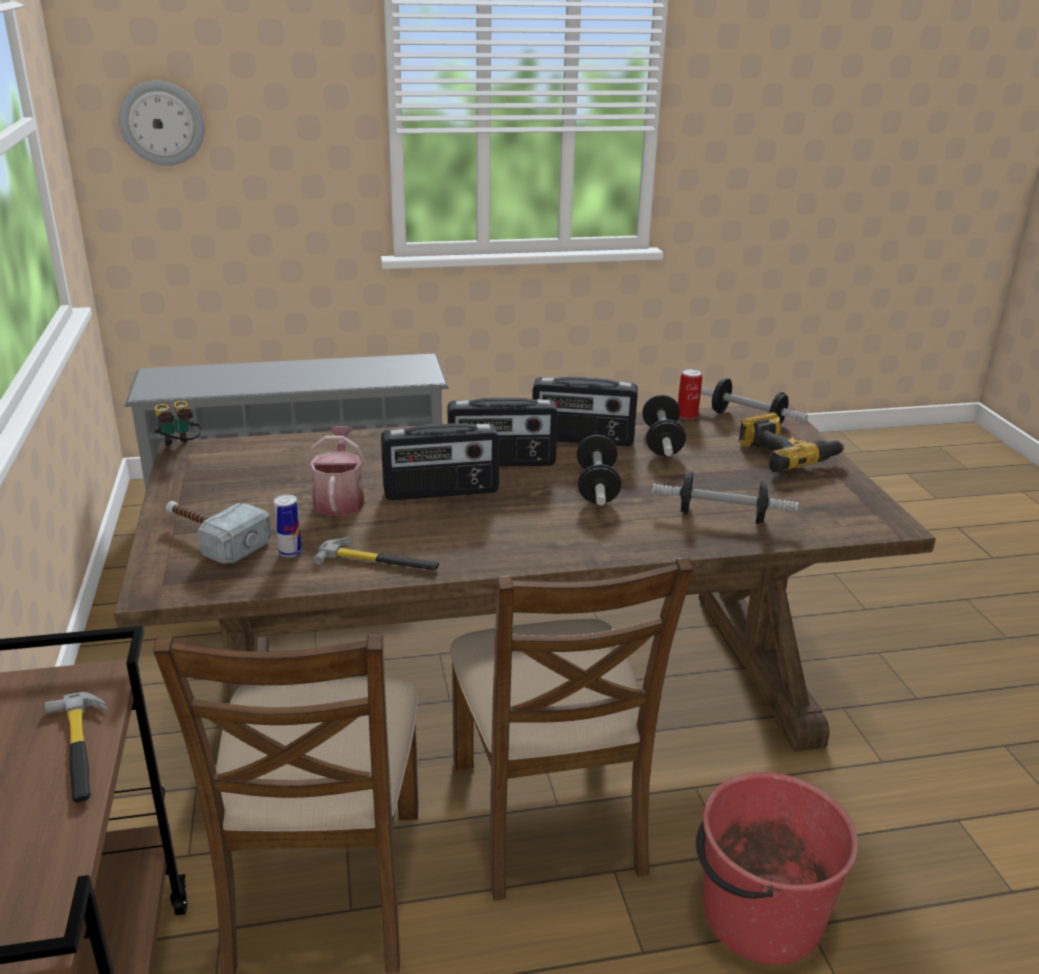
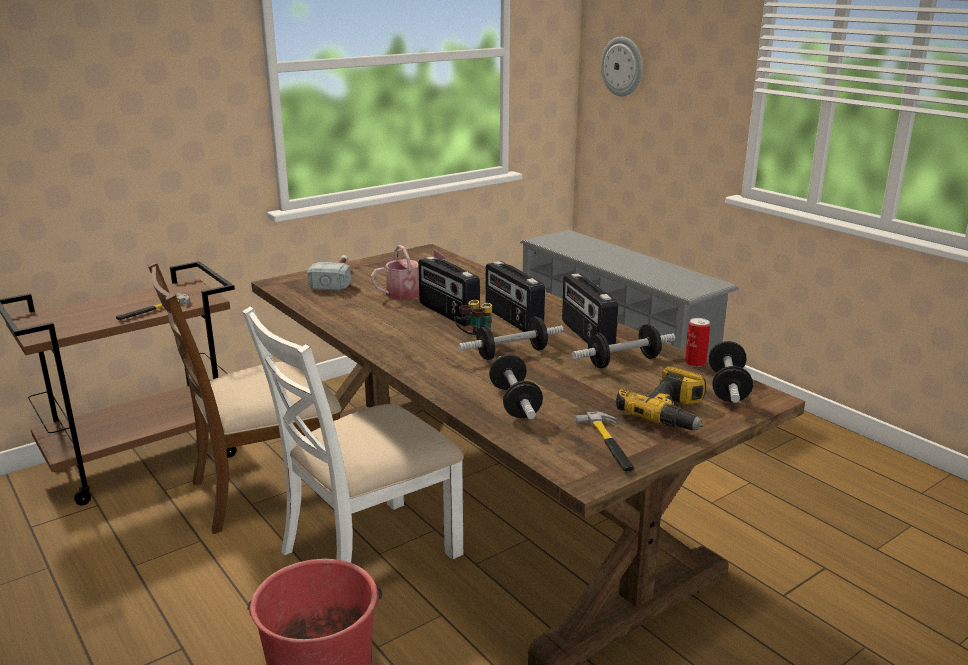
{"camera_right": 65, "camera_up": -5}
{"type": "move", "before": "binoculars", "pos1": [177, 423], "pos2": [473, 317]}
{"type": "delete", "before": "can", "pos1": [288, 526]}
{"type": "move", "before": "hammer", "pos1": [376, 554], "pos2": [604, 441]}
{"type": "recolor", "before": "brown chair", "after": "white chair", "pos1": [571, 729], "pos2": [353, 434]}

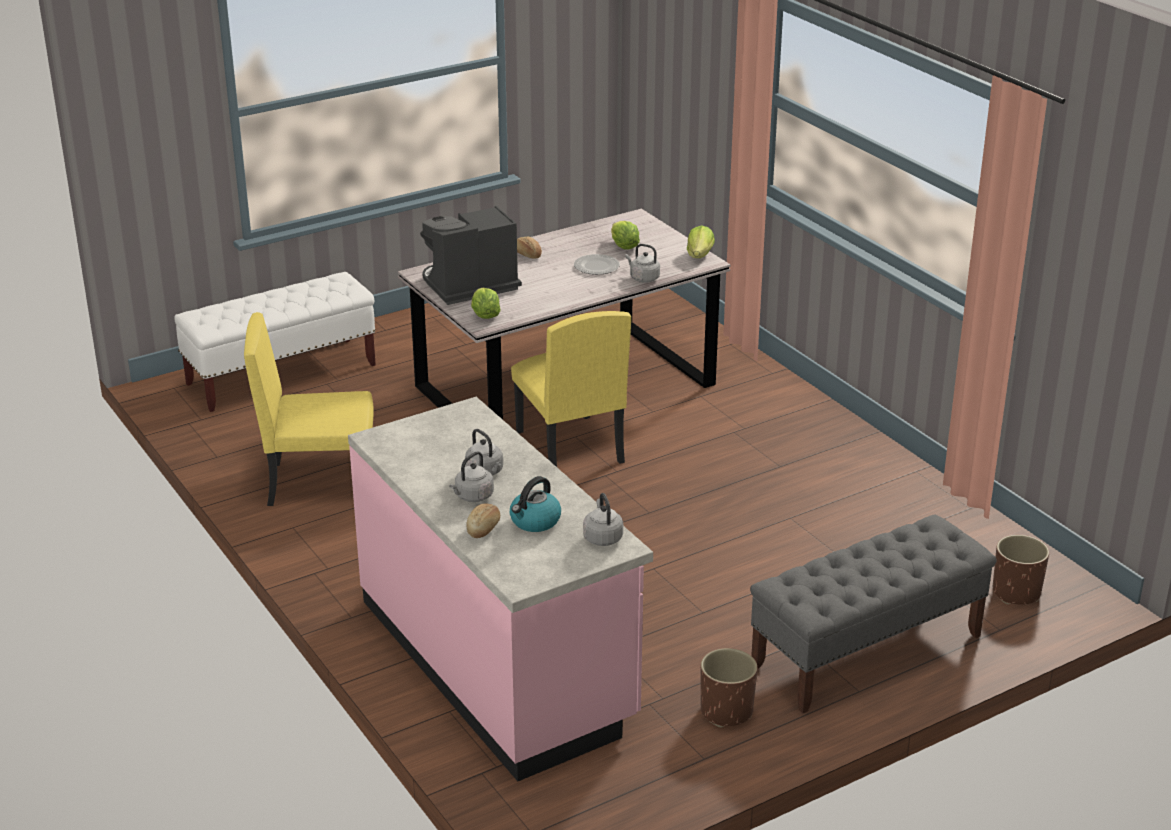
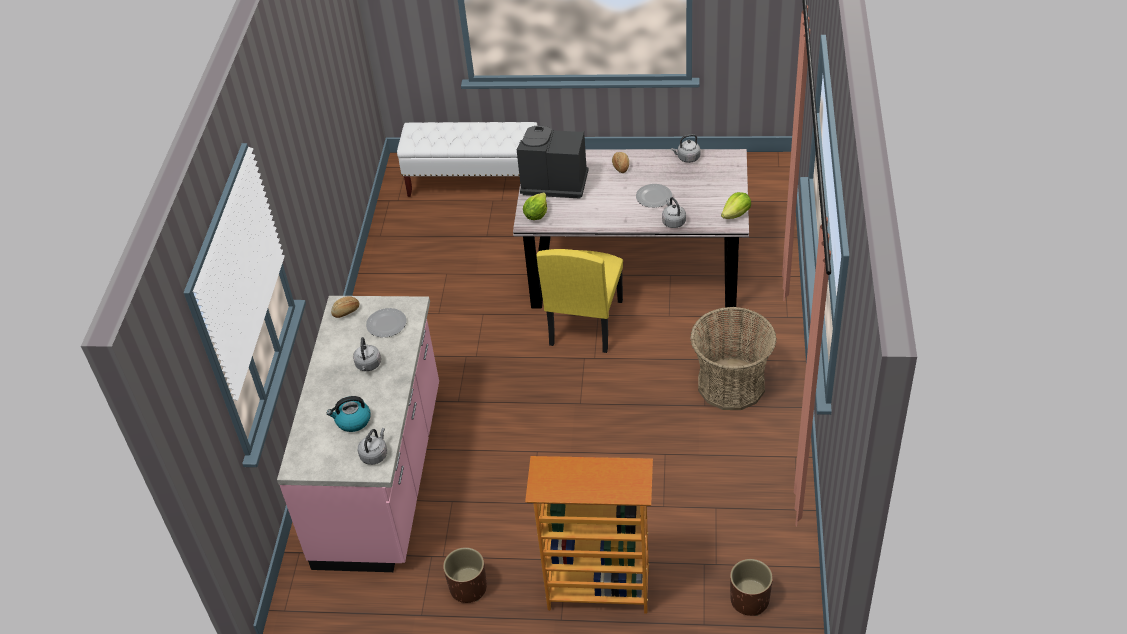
{"camera_right": 40, "camera_up": 15}
{"type": "delete", "before": "lettuce", "pos1": [625, 235]}
{"type": "delete", "before": "yellow chair", "pos1": [308, 409]}
{"type": "move", "before": "grey kettle", "pos1": [471, 476], "pos2": [686, 148]}
{"type": "move", "before": "bread", "pos1": [483, 520], "pos2": [345, 307]}
{"type": "replace", "before": "grey bench", "after": "bookcase", "pos1": [873, 613], "pos2": [589, 535]}
{"type": "insert", "after": "basket", "pos2": [733, 358]}
{"type": "insert", "after": "plate", "pos2": [386, 322]}

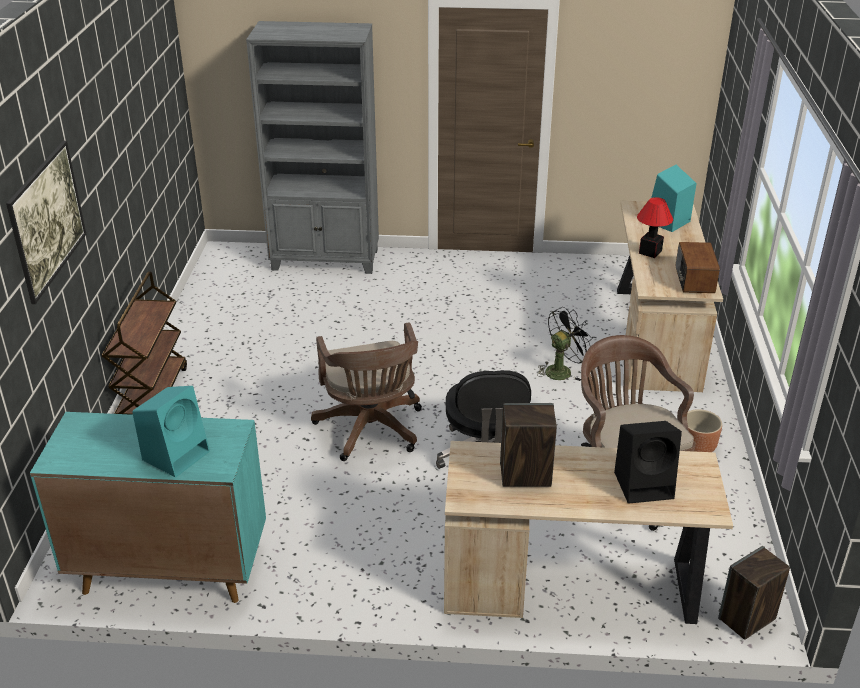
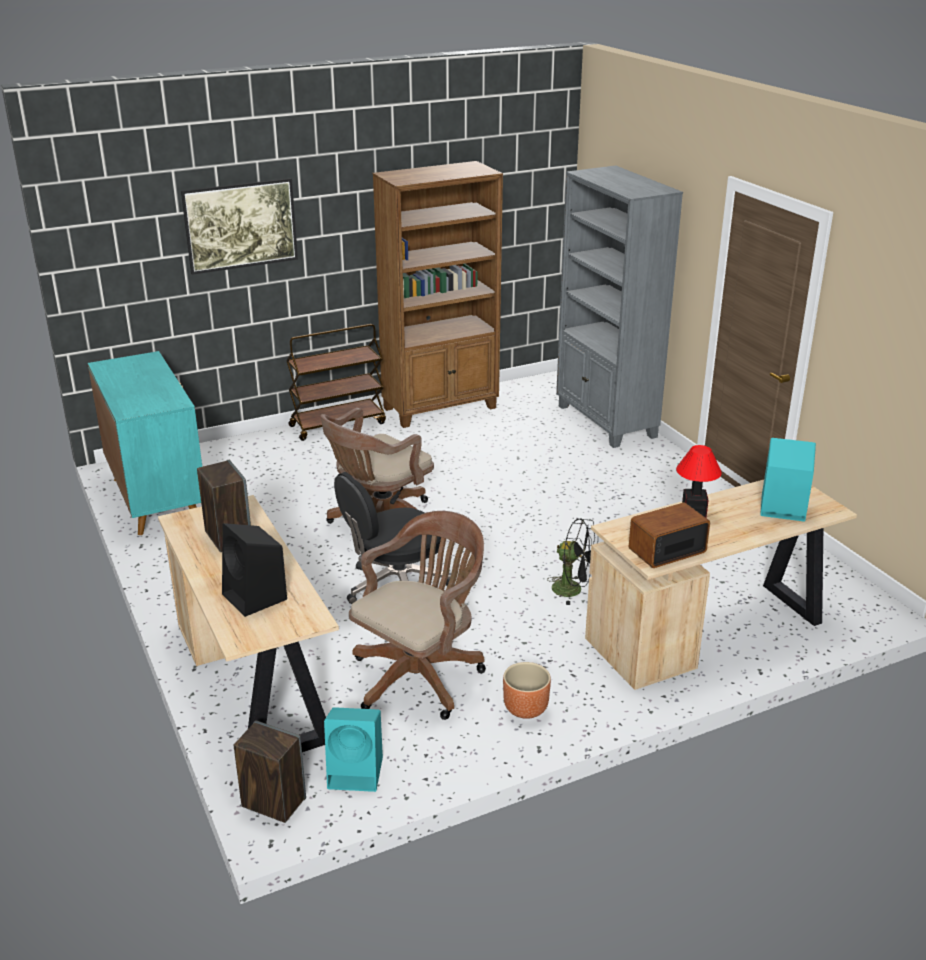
{"camera_right": 60, "camera_up": -5}
{"type": "move", "before": "turquoise speaker", "pos1": [171, 431], "pos2": [353, 749]}
{"type": "insert", "after": "brown bookcase", "pos2": [438, 294]}

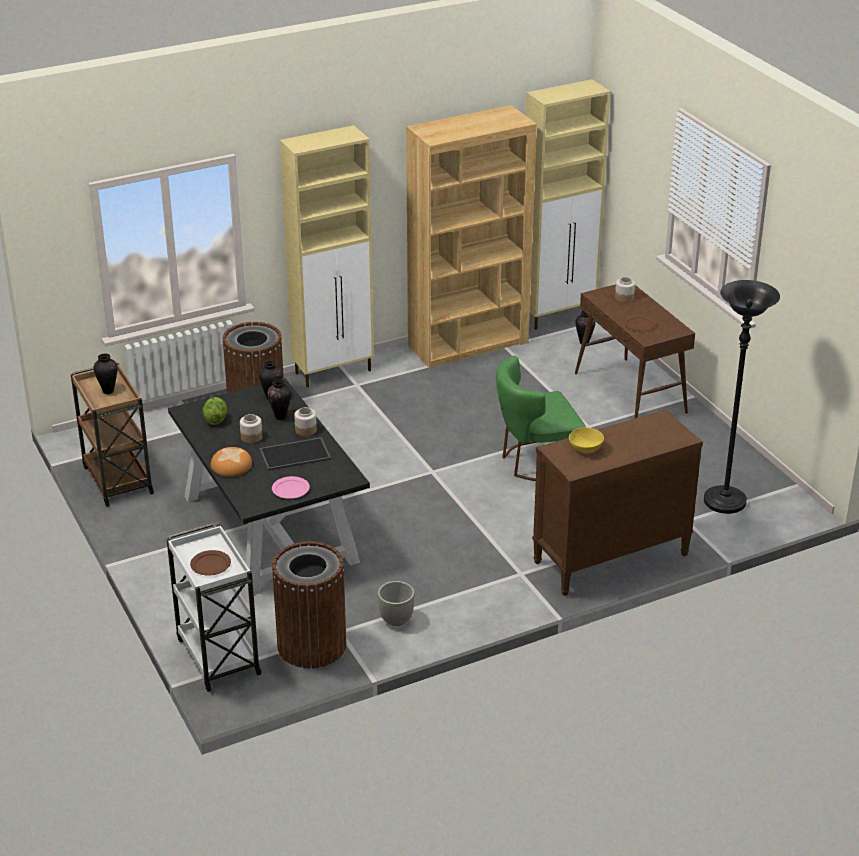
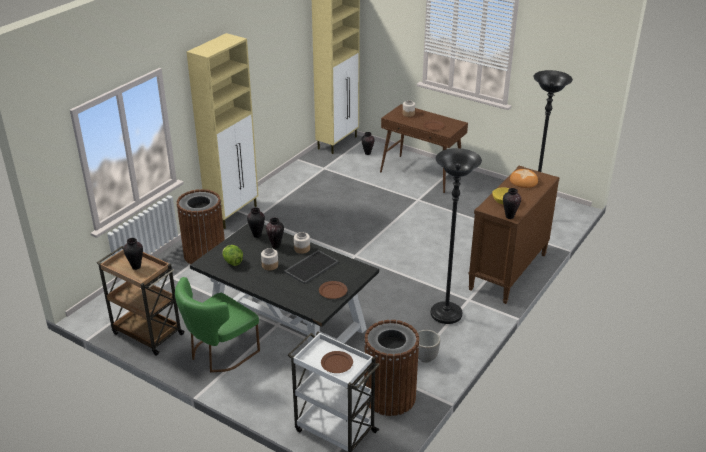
{"camera_right": -30, "camera_up": 0}
{"type": "delete", "before": "brown bookcase", "pos1": [471, 236]}
{"type": "move", "before": "green chair", "pos1": [541, 418], "pos2": [217, 324]}
{"type": "move", "before": "bread", "pos1": [231, 462], "pos2": [524, 178]}
{"type": "recolor", "before": "pink plate", "after": "brown plate", "pos1": [291, 487], "pos2": [333, 290]}
{"type": "insert", "after": "black floor lamp", "pos2": [456, 236]}
{"type": "insert", "after": "vase", "pos2": [512, 203]}

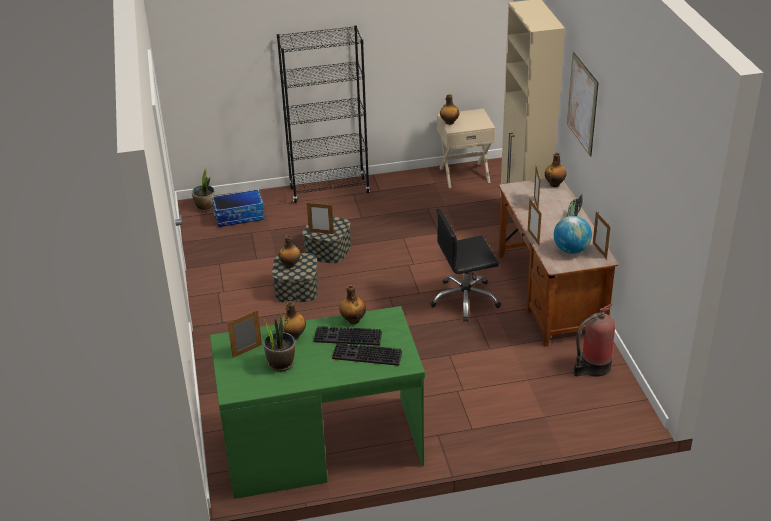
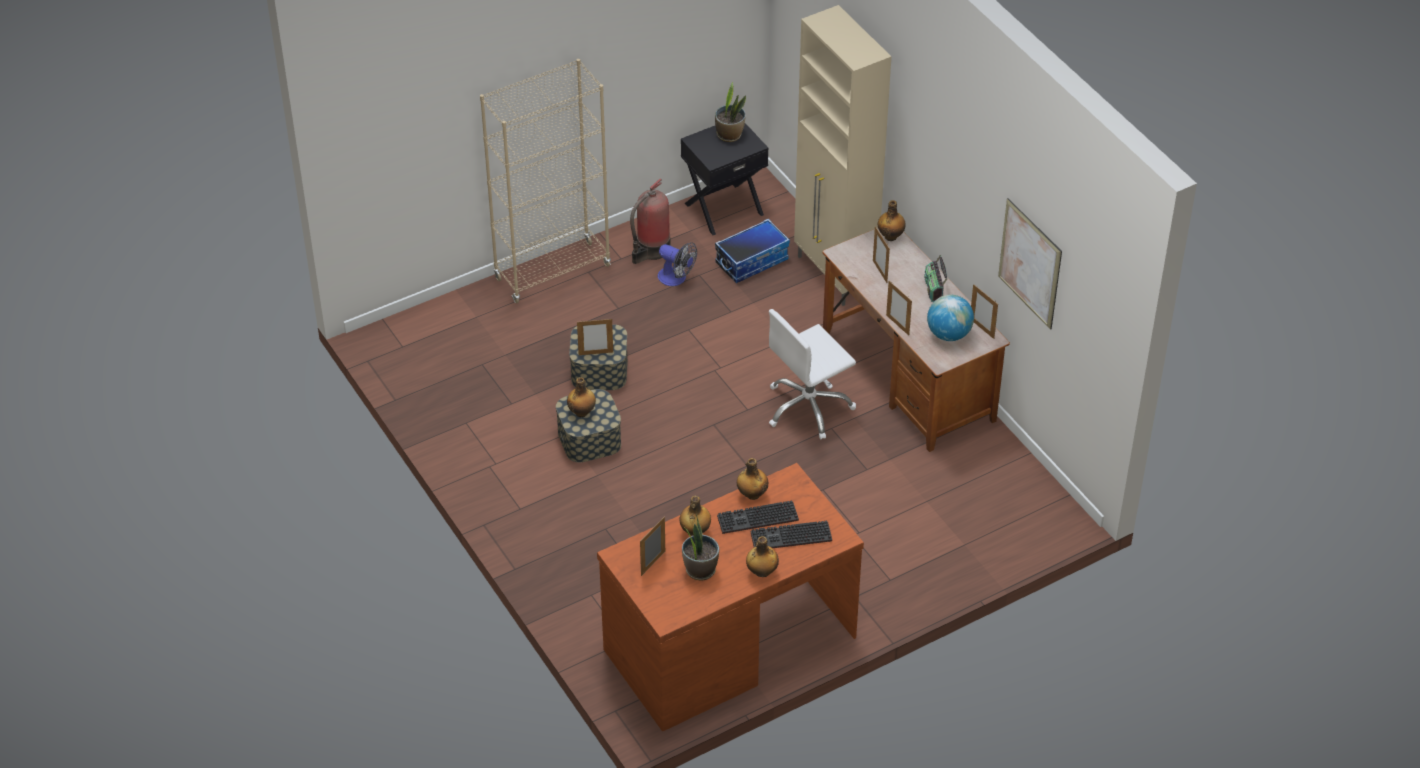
{"camera_right": -20, "camera_up": 10}
{"type": "recolor", "before": "black bookcase", "after": "beige bookcase", "pos1": [323, 114], "pos2": [545, 181]}
{"type": "move", "before": "picture", "pos1": [583, 104], "pos2": [1030, 264]}
{"type": "move", "before": "bottle", "pos1": [450, 109], "pos2": [762, 556]}
{"type": "recolor", "before": "beige nightstand", "after": "black nightstand", "pos1": [466, 148], "pos2": [725, 179]}
{"type": "move", "before": "potted plant", "pos1": [203, 189], "pos2": [730, 112]}
{"type": "move", "before": "storage box", "pos1": [238, 208], "pos2": [752, 251]}
{"type": "recolor", "before": "black office chair", "after": "white office chair", "pos1": [465, 265], "pos2": [812, 374]}
{"type": "move", "before": "fire extinguisher", "pos1": [594, 340], "pos2": [650, 221]}
{"type": "recolor", "before": "green desk", "after": "brown desk", "pos1": [317, 402], "pos2": [730, 597]}
{"type": "insert", "after": "fan", "pos2": [677, 264]}

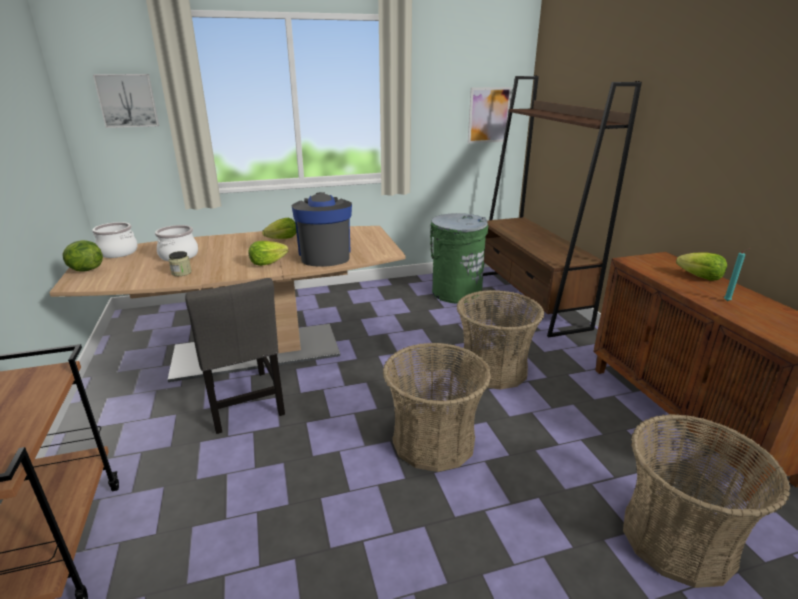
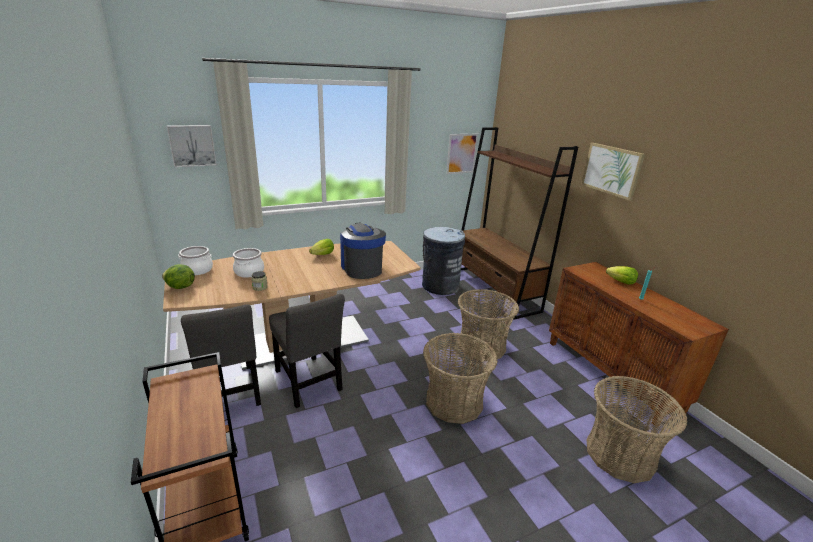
{"camera_right": -10, "camera_up": 0}
{"type": "recolor", "before": "green trash can", "after": "grey trash can", "pos1": [459, 258], "pos2": [443, 261]}
{"type": "delete", "before": "lettuce", "pos1": [268, 253]}
{"type": "insert", "after": "picture", "pos2": [613, 172]}
{"type": "insert", "after": "grey chair", "pos2": [221, 355]}

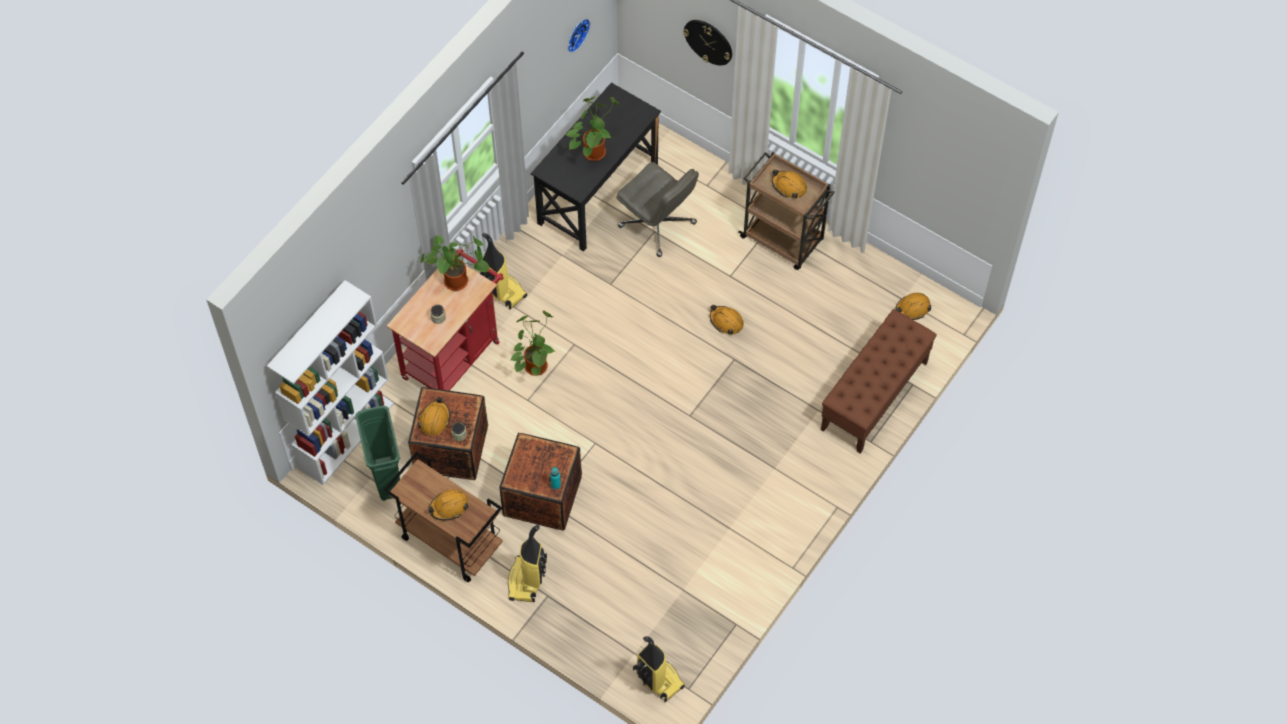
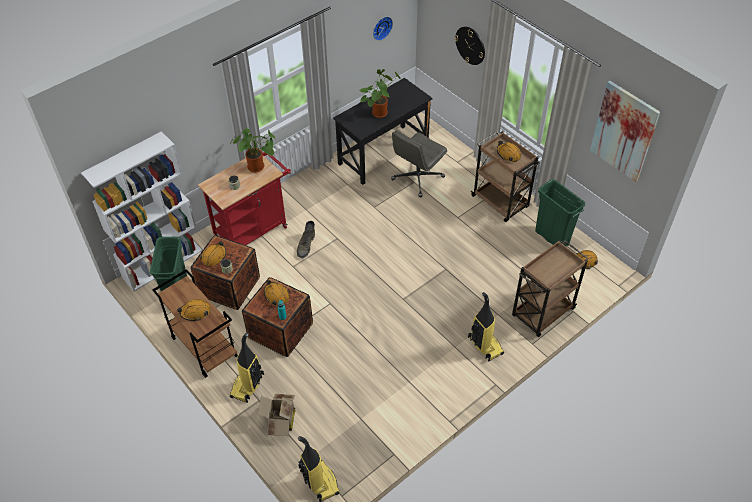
{"camera_right": 15, "camera_up": -10}
{"type": "rotate", "before": "grey office chair", "pos1": [657, 209], "pos2": [419, 163], "turn": 75}
{"type": "move", "before": "vacuum cleaner", "pos1": [503, 271], "pos2": [486, 326]}
{"type": "move", "before": "orange hard hat", "pos1": [727, 320], "pos2": [276, 293]}
{"type": "replace", "before": "brown bench", "after": "brown cart", "pos1": [879, 381], "pos2": [550, 288]}
{"type": "replace", "before": "potted plant", "after": "green boot", "pos1": [533, 343], "pos2": [306, 239]}
{"type": "insert", "after": "picture", "pos2": [625, 131]}
{"type": "insert", "after": "green trash can", "pos2": [560, 212]}
{"type": "insert", "after": "cardboard box", "pos2": [277, 415]}

